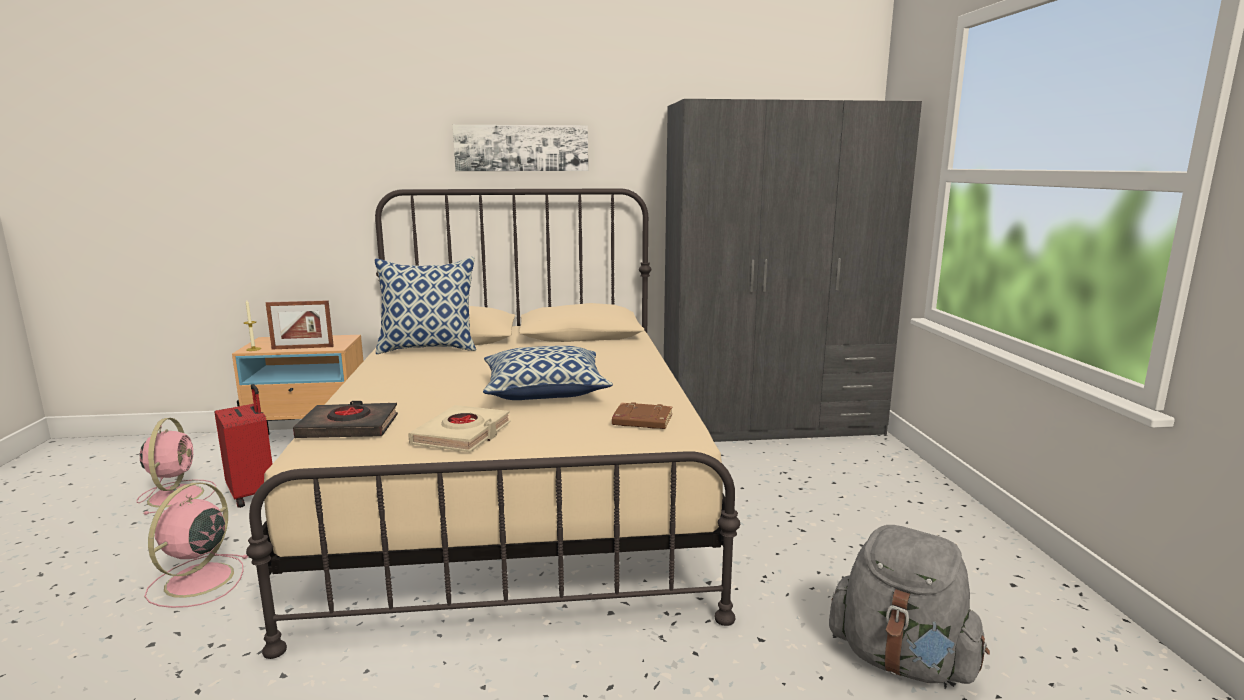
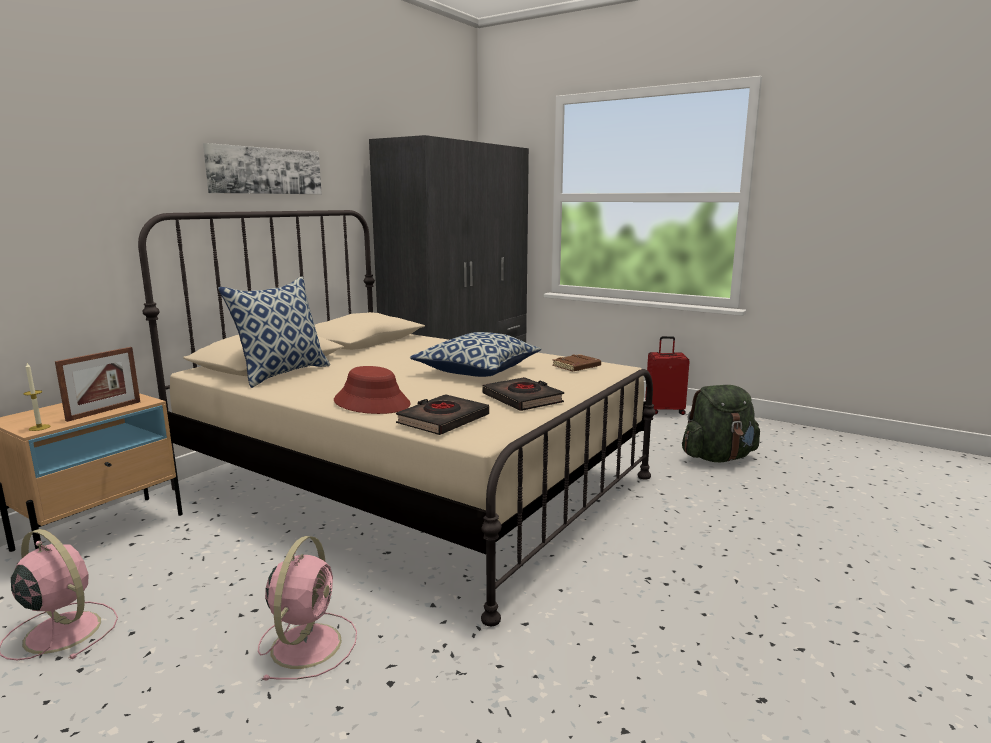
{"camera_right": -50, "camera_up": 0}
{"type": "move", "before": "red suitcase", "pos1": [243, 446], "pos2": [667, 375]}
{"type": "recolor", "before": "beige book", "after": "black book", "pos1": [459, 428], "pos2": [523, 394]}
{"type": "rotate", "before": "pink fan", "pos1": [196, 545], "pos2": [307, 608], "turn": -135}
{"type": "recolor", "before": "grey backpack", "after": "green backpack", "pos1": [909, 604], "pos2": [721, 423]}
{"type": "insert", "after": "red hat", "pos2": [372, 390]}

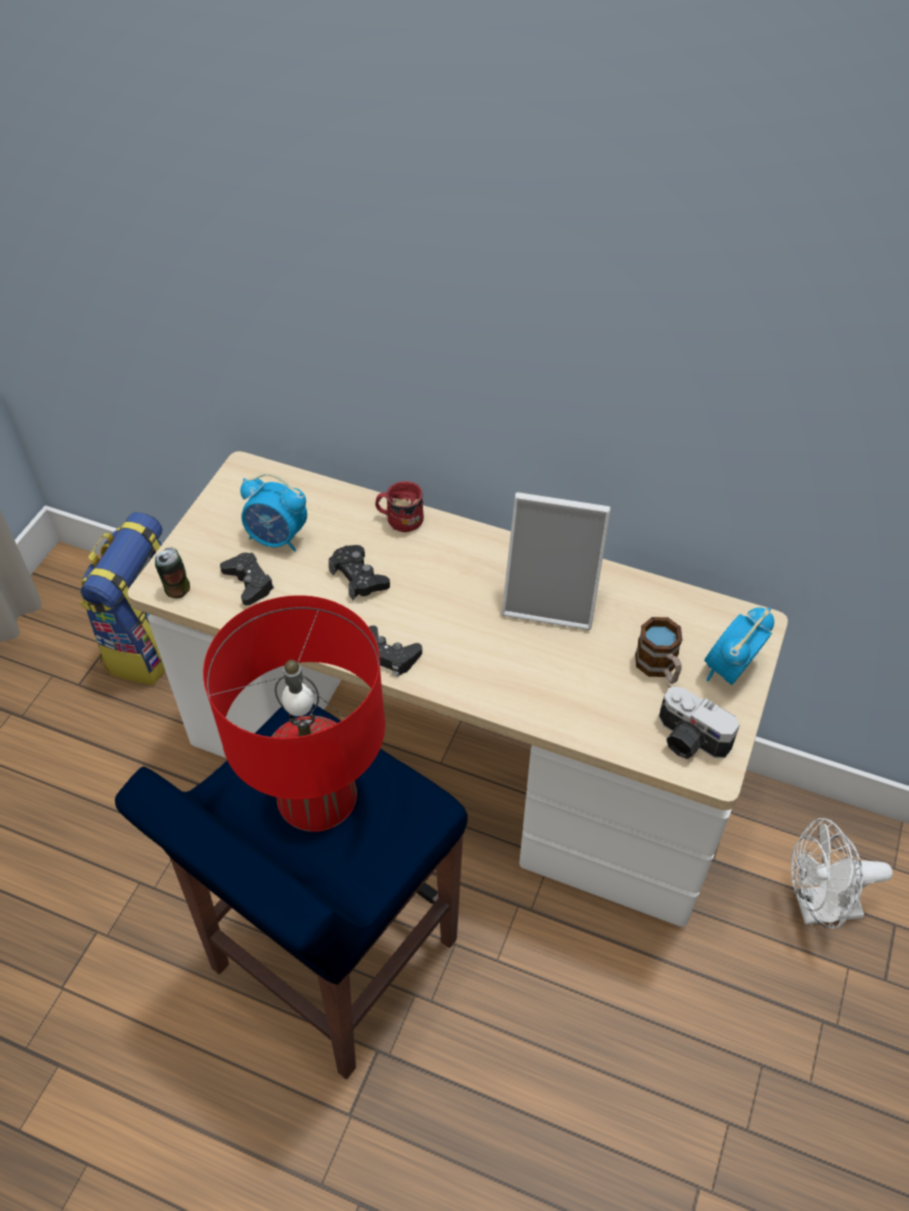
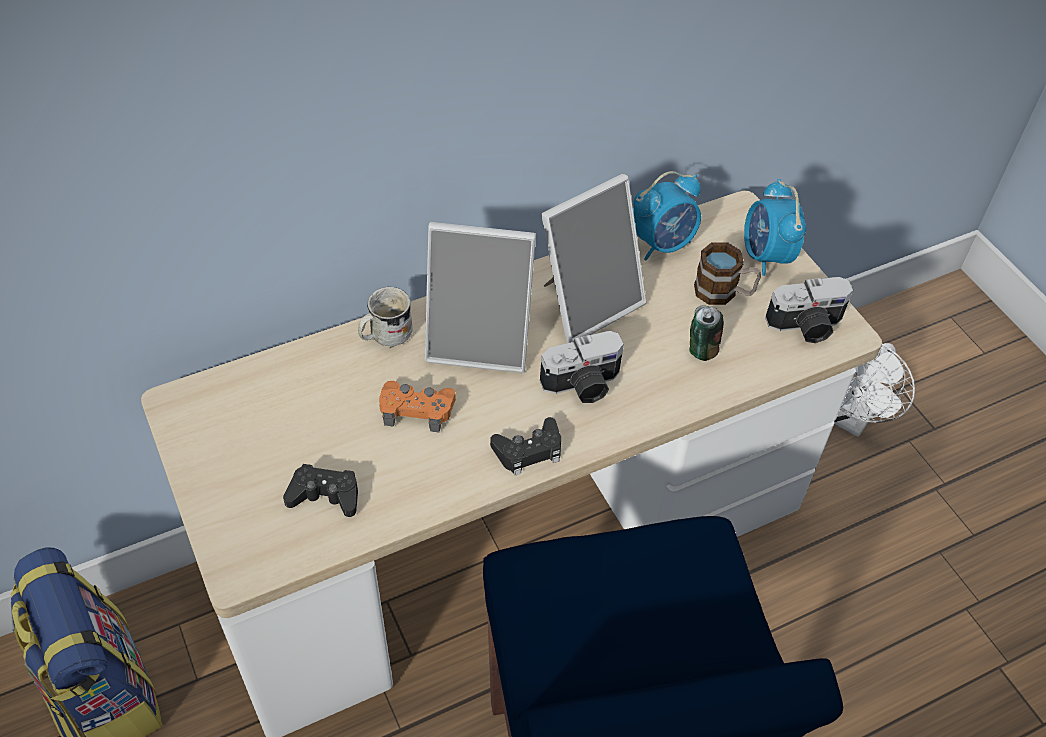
{"camera_right": -50, "camera_up": 0}
{"type": "move", "before": "alarm clock", "pos1": [273, 512], "pos2": [667, 216]}
{"type": "recolor", "before": "red mug", "after": "white mug", "pos1": [399, 506], "pos2": [385, 317]}
{"type": "recolor", "before": "black game controller", "after": "orange game controller", "pos1": [359, 572], "pos2": [417, 407]}
{"type": "move", "before": "can", "pos1": [172, 572], "pos2": [706, 333]}
{"type": "delete", "before": "red table lamp", "pos1": [294, 713]}
{"type": "insert", "after": "picture frame", "pos2": [480, 297]}
{"type": "insert", "after": "photo camera", "pos2": [582, 367]}

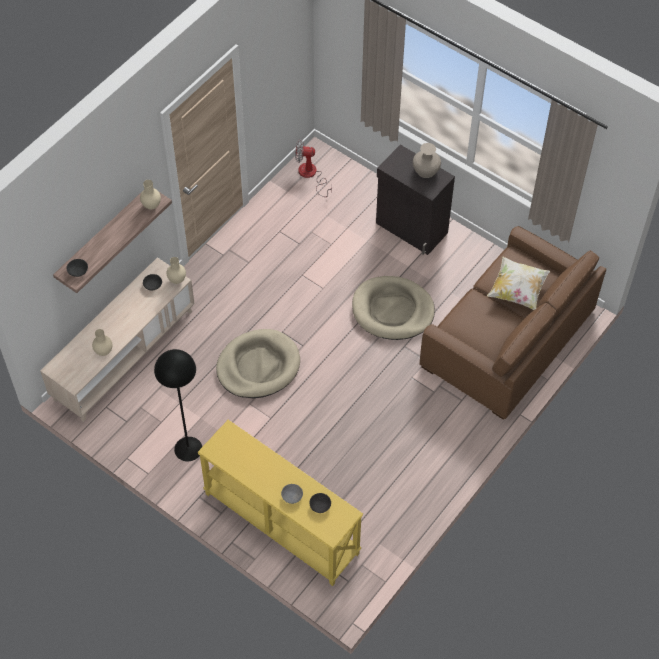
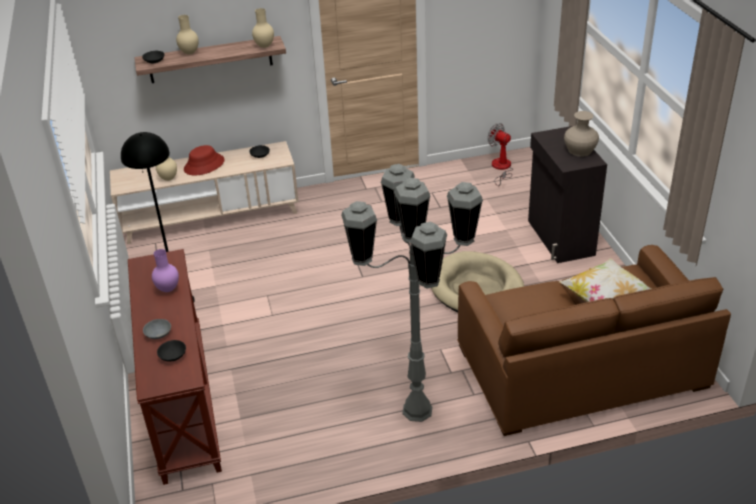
{"camera_right": 40, "camera_up": -20}
{"type": "move", "before": "beige vase", "pos1": [176, 270], "pos2": [187, 34]}
{"type": "delete", "before": "beige dog bed", "pos1": [258, 363]}
{"type": "recolor", "before": "yellow console table", "after": "brown console table", "pos1": [280, 503], "pos2": [175, 367]}
{"type": "insert", "after": "red hat", "pos2": [204, 160]}
{"type": "insert", "after": "grey floor lamp", "pos2": [412, 293]}
{"type": "insert", "after": "purple vase", "pos2": [165, 270]}

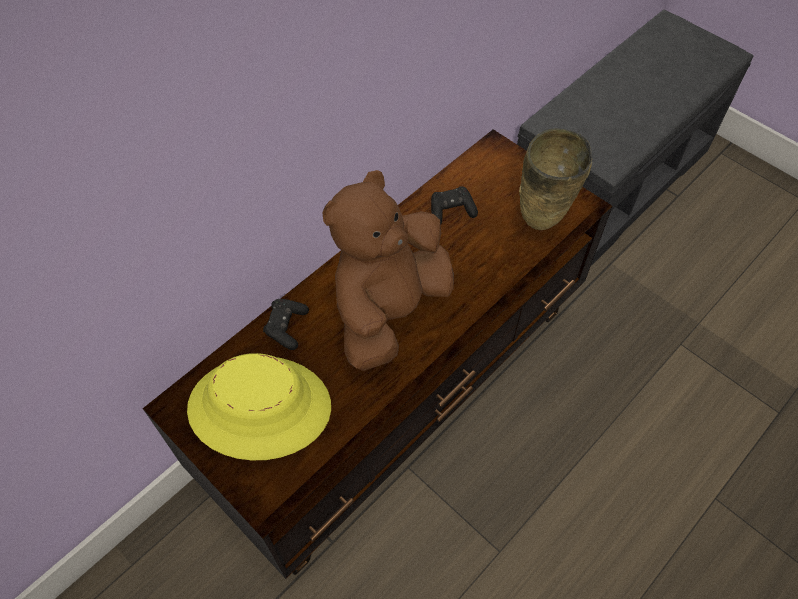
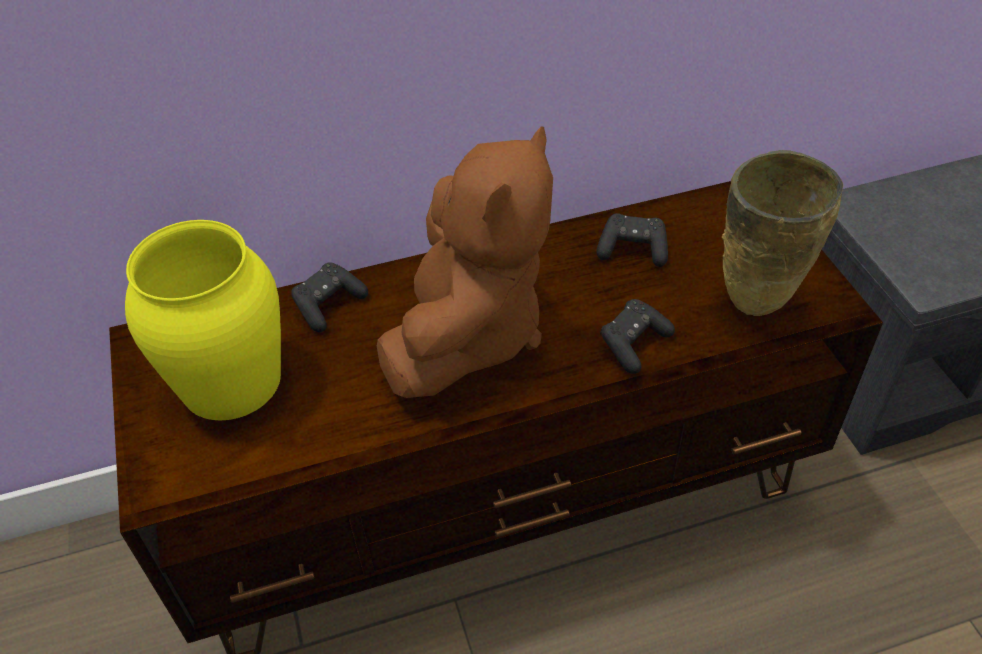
{"camera_right": 30, "camera_up": -10}
{"type": "rotate", "before": "brown plush toy", "pos1": [388, 270], "pos2": [465, 262], "turn": 135}
{"type": "replace", "before": "yellow hat", "after": "yellow vase", "pos1": [259, 406], "pos2": [203, 320]}
{"type": "insert", "after": "black game controller", "pos2": [637, 336]}

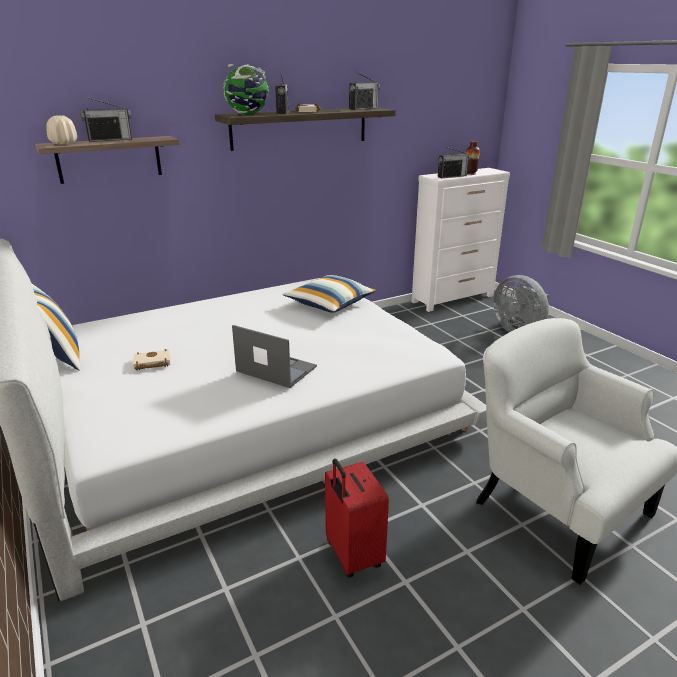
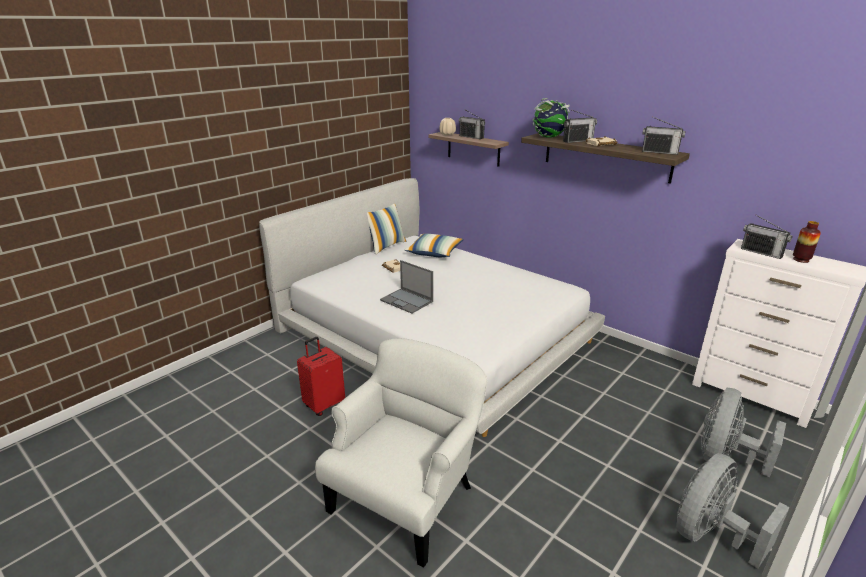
{"camera_right": 70, "camera_up": 0}
{"type": "move", "before": "pillow", "pos1": [329, 294], "pos2": [434, 245]}
{"type": "rotate", "before": "laptop", "pos1": [274, 356], "pos2": [406, 287], "turn": 120}
{"type": "insert", "after": "grey fan", "pos2": [733, 511]}

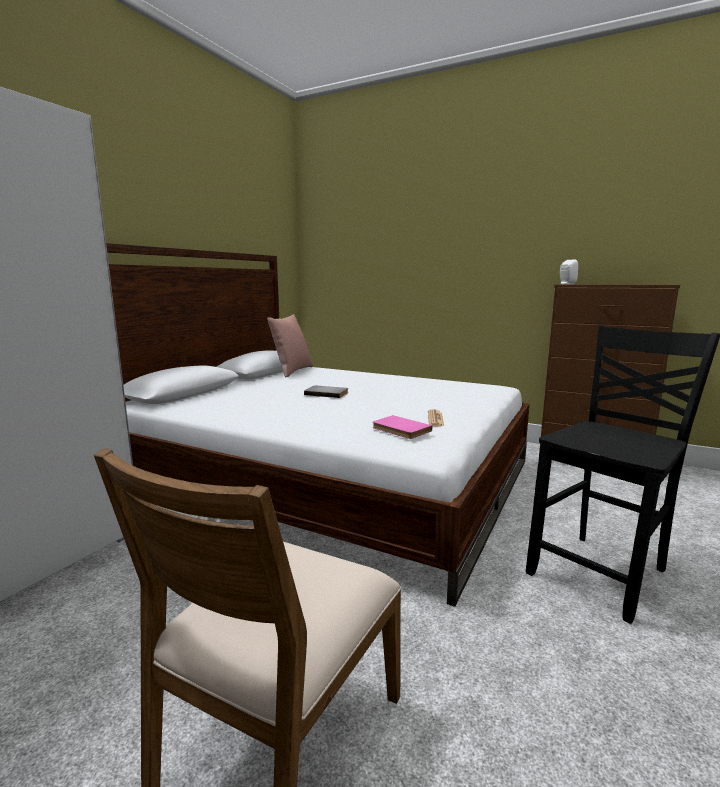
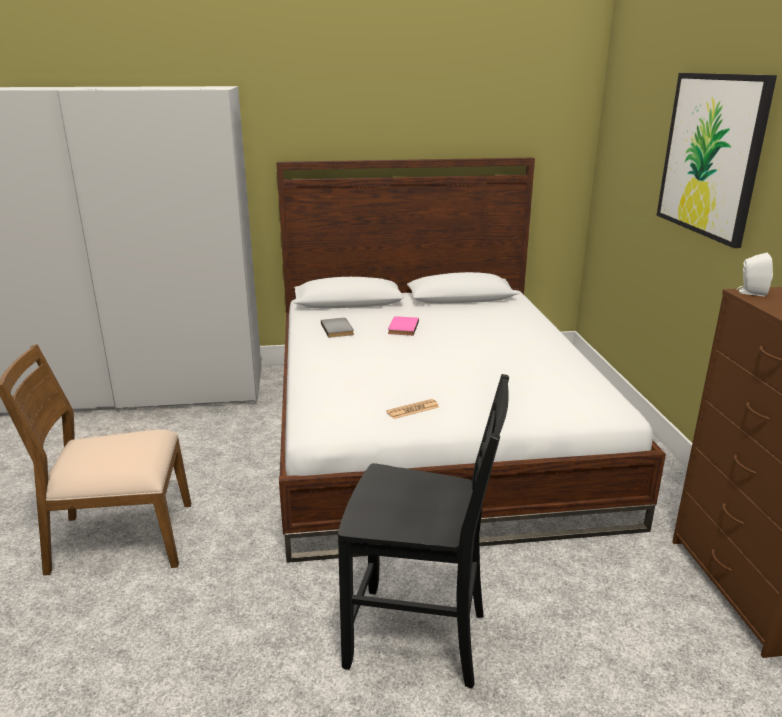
{"camera_right": 55, "camera_up": 10}
{"type": "delete", "before": "pink pillow", "pos1": [290, 346]}
{"type": "move", "before": "grey book", "pos1": [326, 392], "pos2": [337, 328]}
{"type": "move", "before": "pink book", "pos1": [402, 427], "pos2": [403, 326]}
{"type": "insert", "after": "picture", "pos2": [717, 160]}

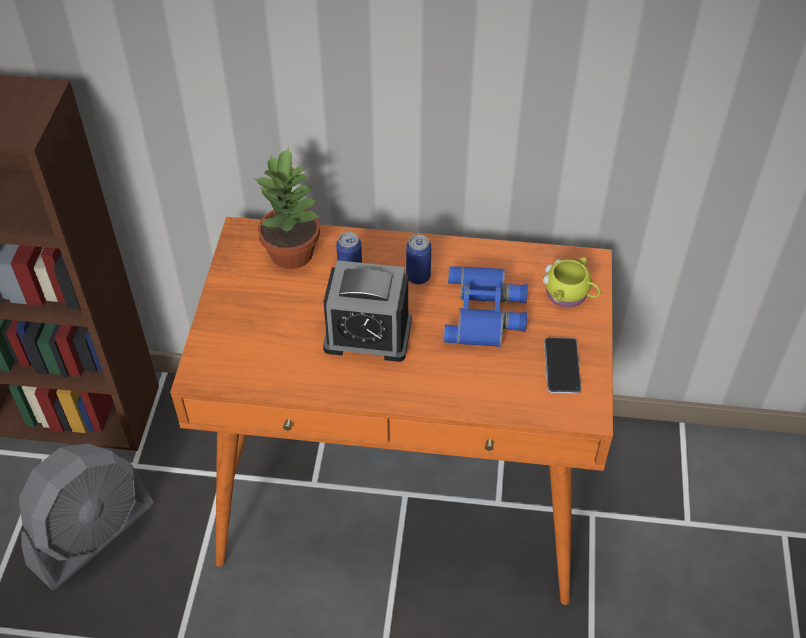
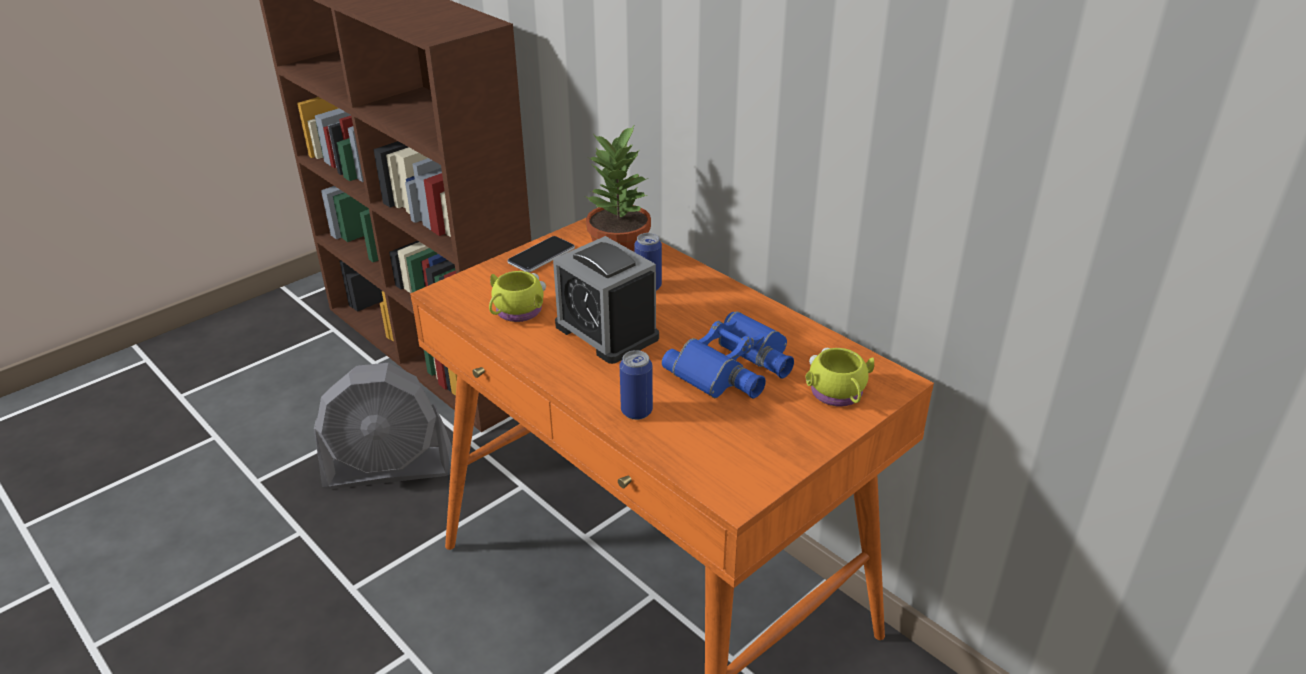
{"camera_right": 40, "camera_up": -15}
{"type": "move", "before": "can", "pos1": [418, 259], "pos2": [636, 385]}
{"type": "move", "before": "phone", "pos1": [563, 366], "pos2": [541, 254]}
{"type": "insert", "after": "yellow mug", "pos2": [517, 296]}

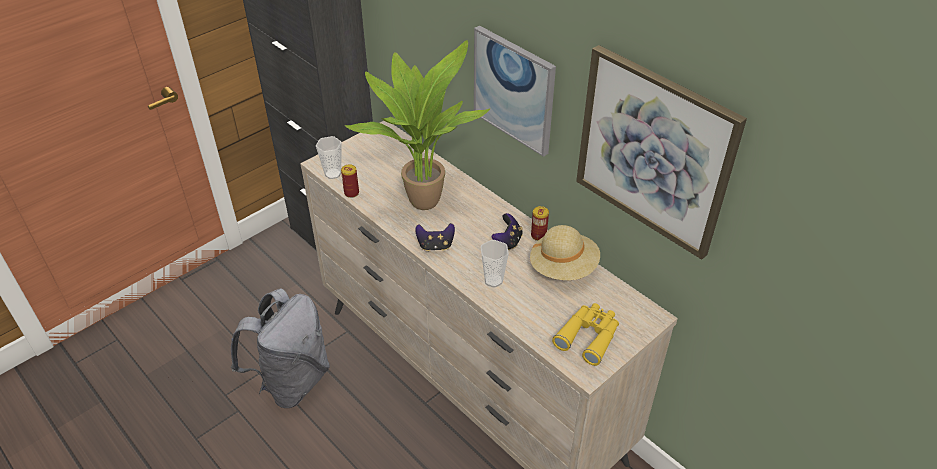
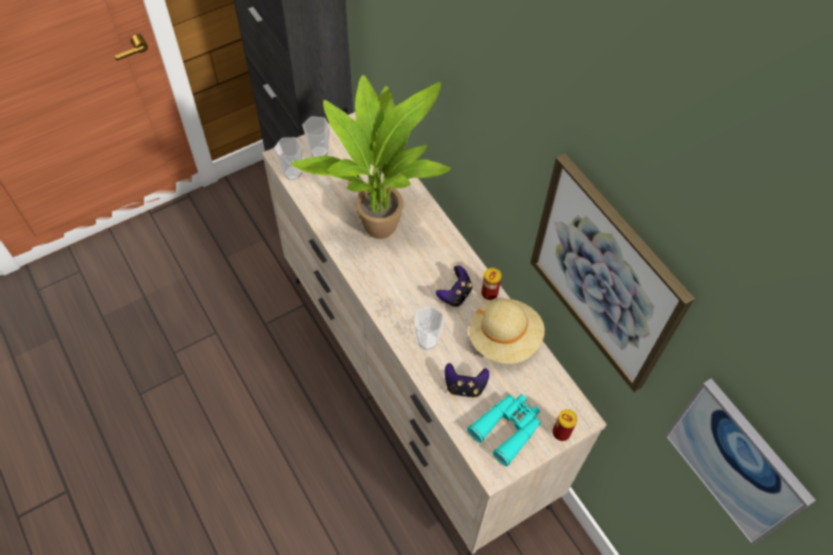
{"camera_right": 10, "camera_up": 15}
{"type": "move", "before": "picture", "pos1": [515, 91], "pos2": [740, 461]}
{"type": "move", "before": "can", "pos1": [350, 181], "pos2": [564, 425]}
{"type": "move", "before": "game controller", "pos1": [435, 237], "pos2": [467, 380]}
{"type": "delete", "before": "grey backpack", "pos1": [280, 348]}
{"type": "recolor", "before": "yellow binoculars", "after": "turquoise binoculars", "pos1": [585, 334], "pos2": [504, 430]}
{"type": "insert", "after": "cup", "pos2": [316, 136]}

